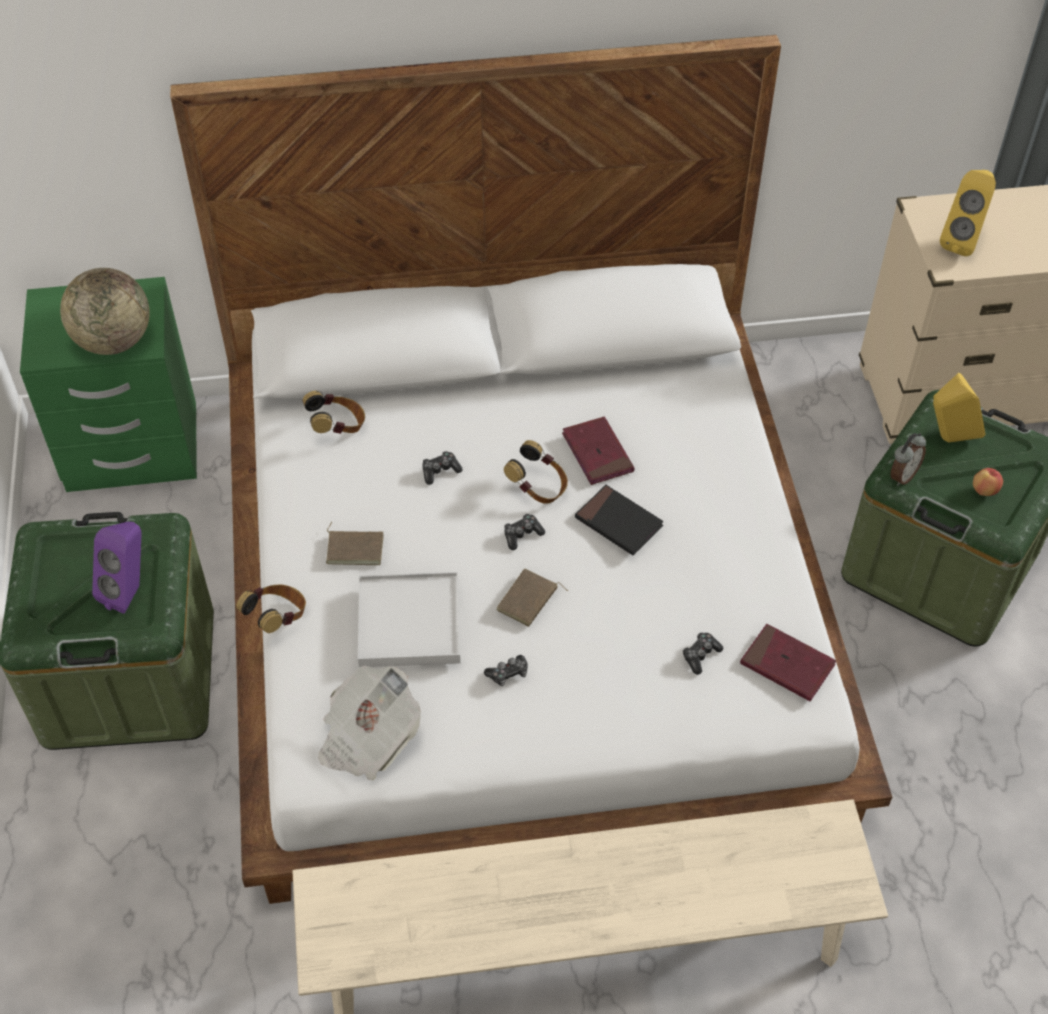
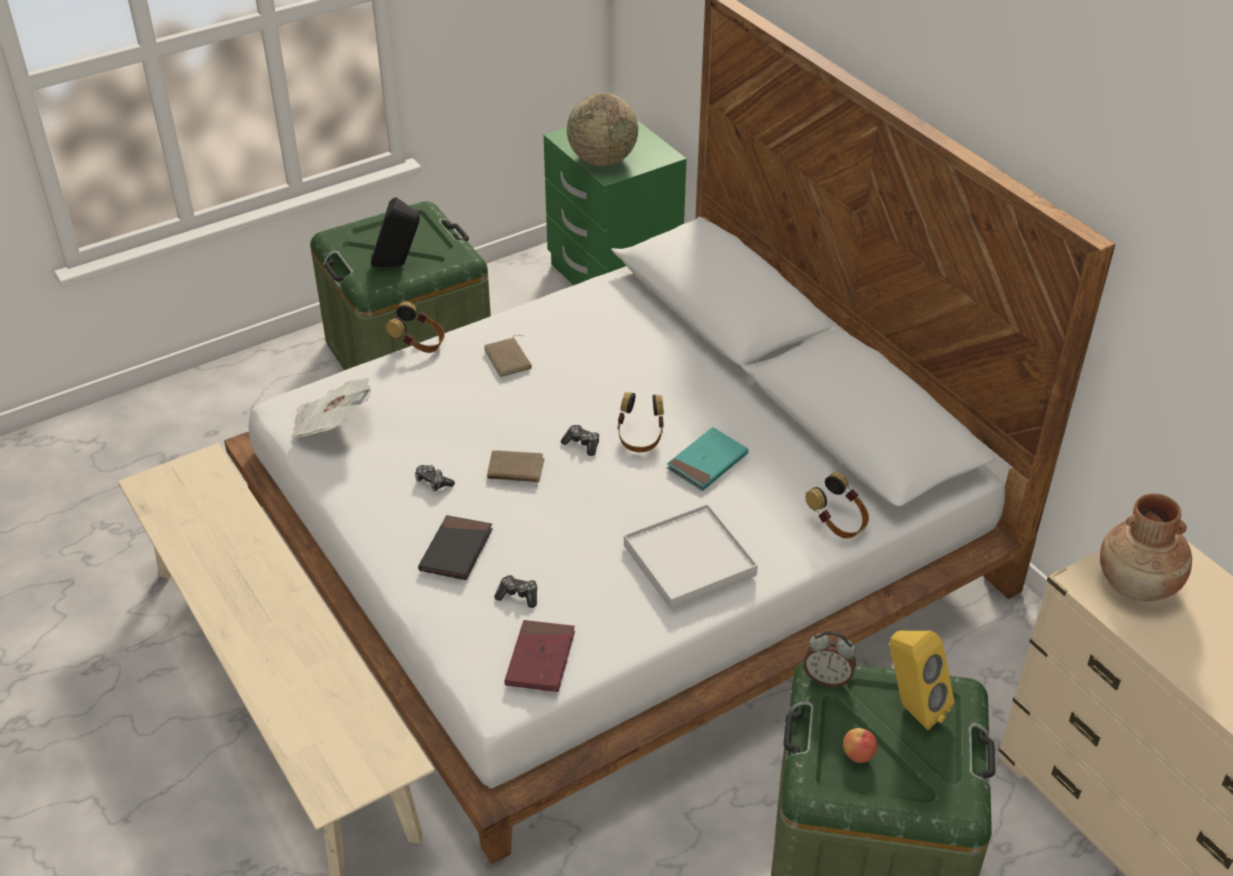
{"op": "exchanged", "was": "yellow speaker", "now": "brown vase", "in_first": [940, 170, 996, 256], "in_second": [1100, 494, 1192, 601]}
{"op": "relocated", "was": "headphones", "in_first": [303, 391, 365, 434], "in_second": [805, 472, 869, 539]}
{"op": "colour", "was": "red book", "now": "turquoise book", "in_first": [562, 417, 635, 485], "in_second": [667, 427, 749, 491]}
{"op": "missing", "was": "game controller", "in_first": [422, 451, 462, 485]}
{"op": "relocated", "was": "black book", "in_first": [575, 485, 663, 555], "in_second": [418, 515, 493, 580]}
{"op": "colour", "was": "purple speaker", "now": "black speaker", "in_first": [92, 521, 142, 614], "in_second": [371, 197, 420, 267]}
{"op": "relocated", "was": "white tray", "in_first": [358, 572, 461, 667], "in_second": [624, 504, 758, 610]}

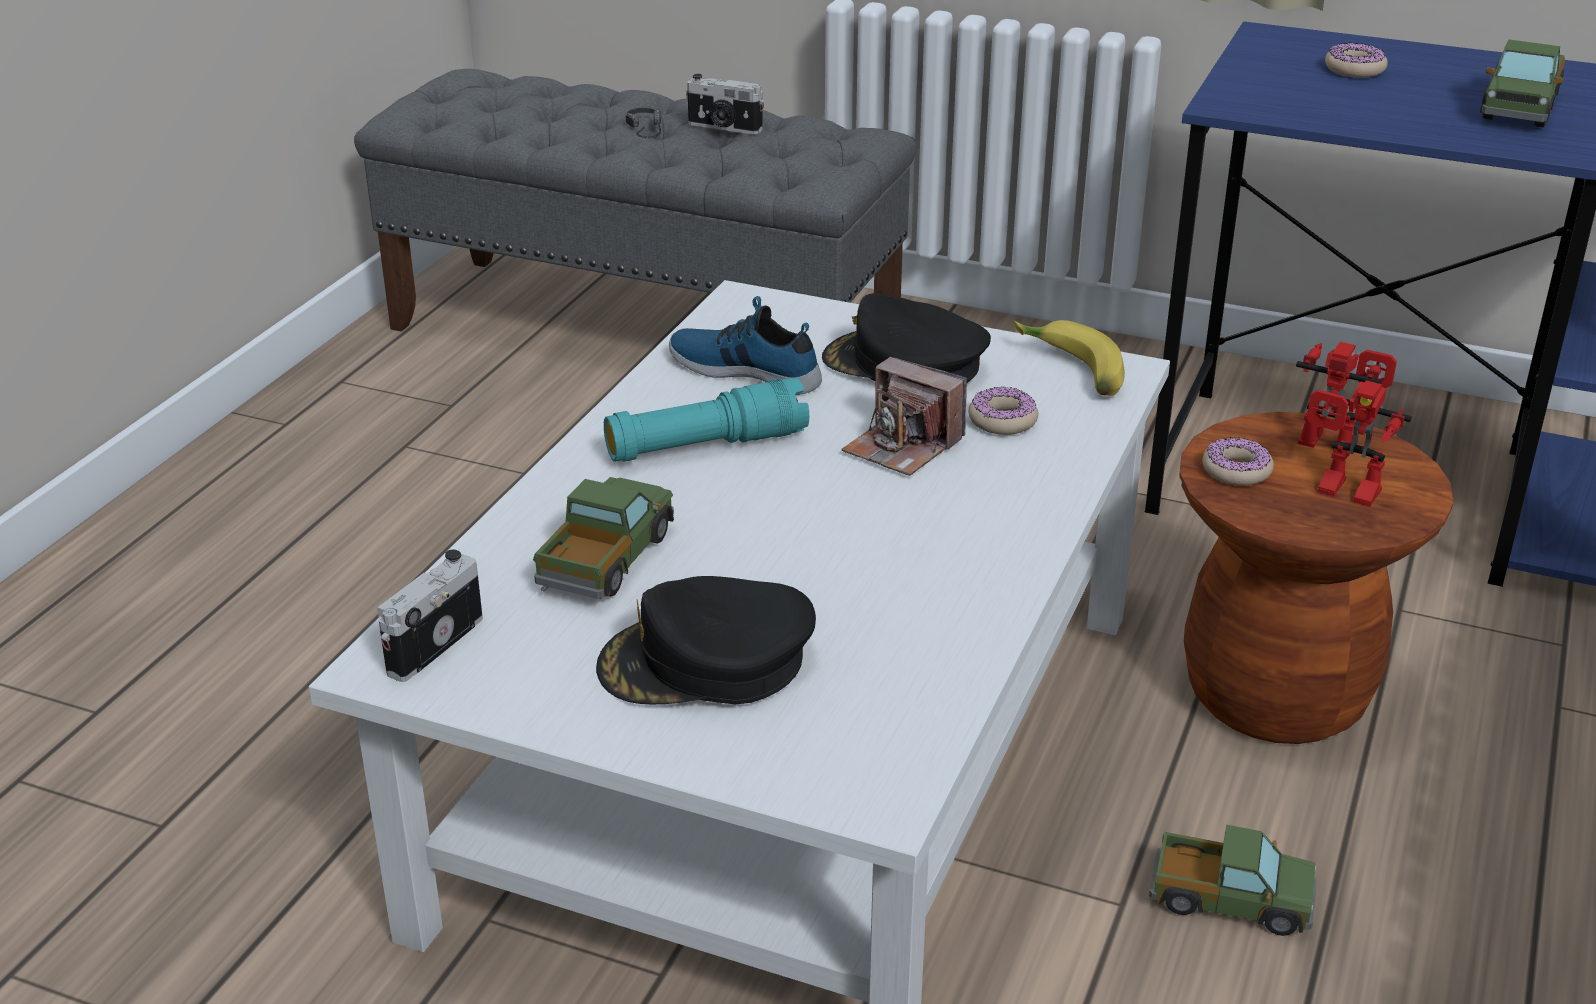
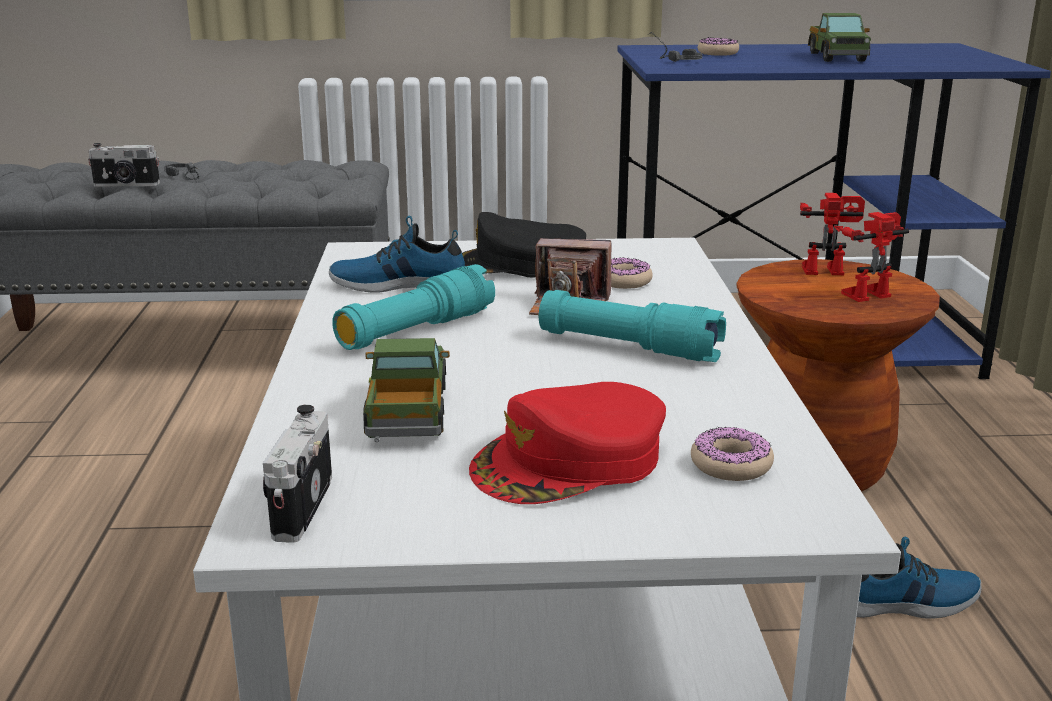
{"op": "relocated", "was": "photo camera", "in_first": [686, 74, 764, 135], "in_second": [88, 143, 160, 187]}
{"op": "missing", "was": "banana", "in_first": [1014, 320, 1125, 396]}
{"op": "spun", "was": "toy robot", "in_first": [1307, 380, 1412, 507], "in_second": [834, 212, 909, 302], "clockwise": 150}
{"op": "relocated", "was": "donut", "in_first": [1203, 437, 1274, 486], "in_second": [691, 427, 774, 481]}
{"op": "colour", "was": "black cap", "now": "red cap", "in_first": [596, 576, 816, 705], "in_second": [469, 382, 666, 504]}
{"op": "exchanged", "was": "toy truck", "now": "shoe", "in_first": [1149, 825, 1317, 936], "in_second": [857, 537, 981, 619]}
{"op": "appeared", "now": "headphones", "in_second": [648, 32, 702, 62]}
{"op": "appeared", "now": "turquoise flashlight", "in_second": [539, 290, 726, 362]}

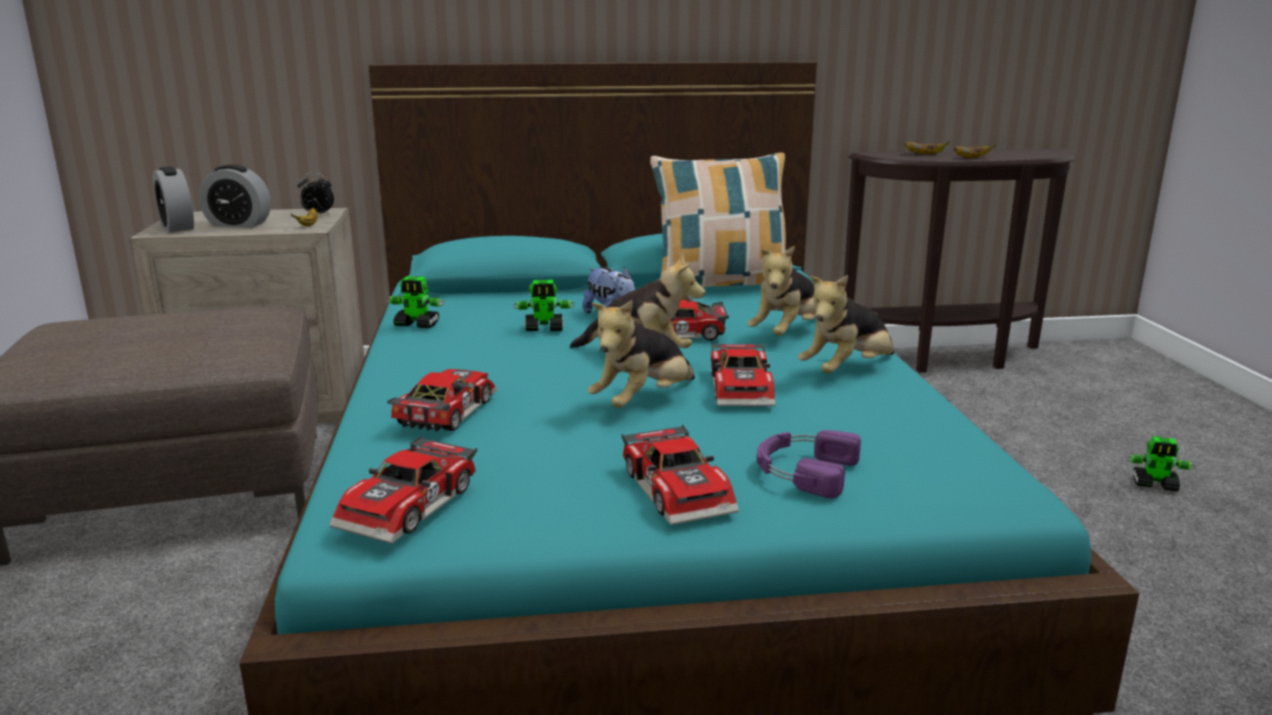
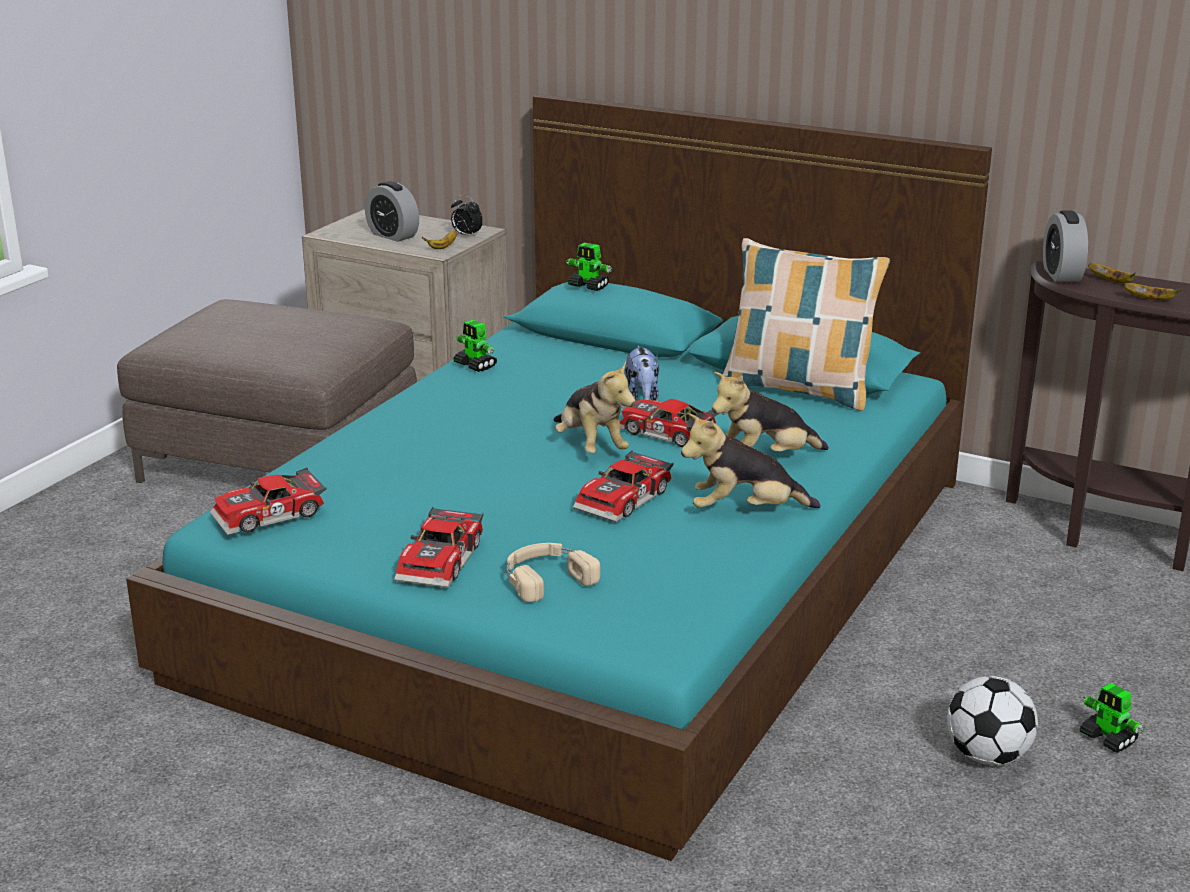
{"op": "relocated", "was": "alarm clock", "in_first": [153, 166, 194, 232], "in_second": [1043, 211, 1088, 282]}
{"op": "relocated", "was": "toy robot", "in_first": [513, 280, 575, 331], "in_second": [566, 243, 612, 291]}
{"op": "missing", "was": "plush toy", "in_first": [588, 300, 695, 408]}
{"op": "missing", "was": "toy car", "in_first": [387, 369, 497, 432]}
{"op": "colour", "was": "purple headphones", "now": "beige headphones", "in_first": [757, 430, 861, 498], "in_second": [506, 543, 600, 602]}
{"op": "appeared", "now": "football", "in_second": [947, 676, 1038, 765]}

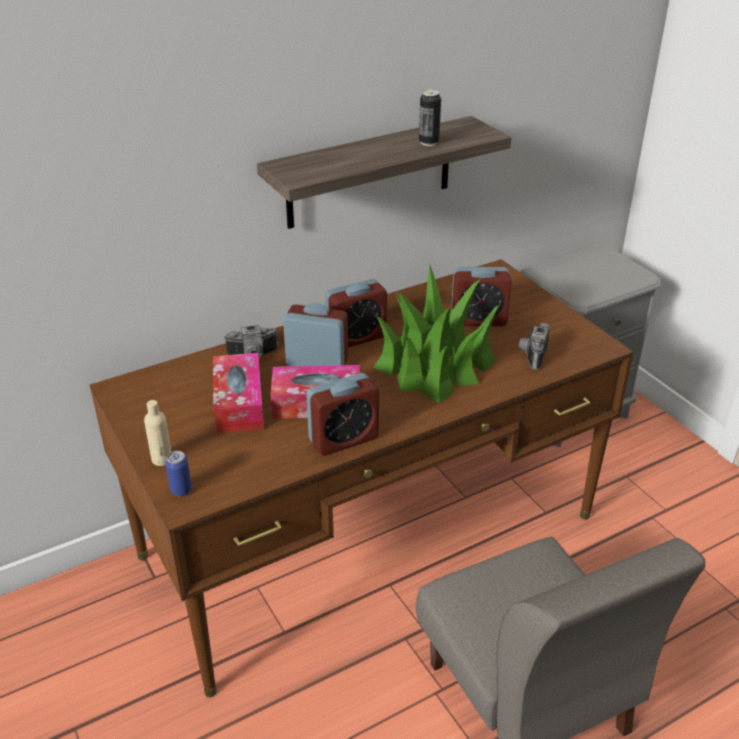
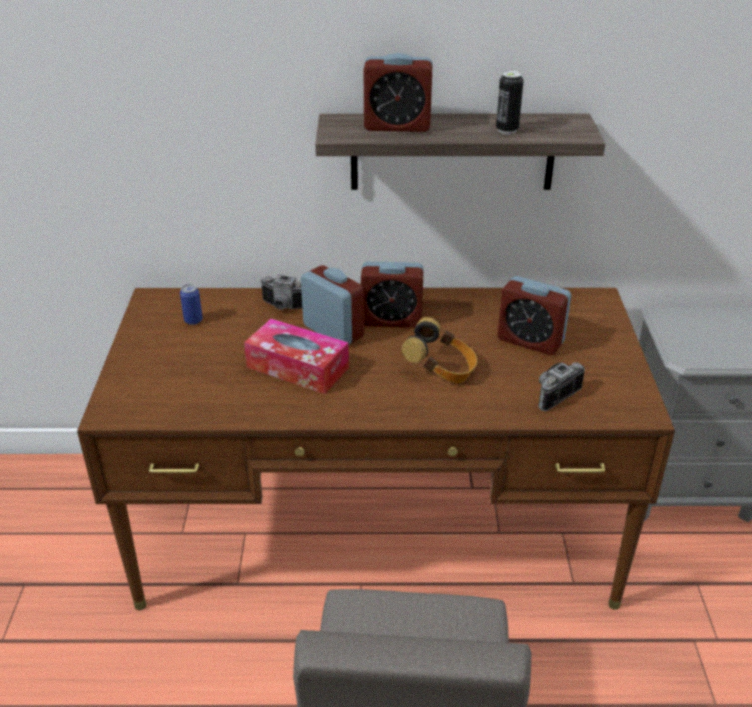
{"op": "exchanged", "was": "potted plant", "now": "headphones", "in_first": [374, 263, 500, 403], "in_second": [401, 317, 477, 383]}
{"op": "missing", "was": "tissue box", "in_first": [213, 353, 264, 433]}
{"op": "relocated", "was": "alarm clock", "in_first": [306, 373, 379, 456], "in_second": [363, 53, 432, 132]}
{"op": "missing", "was": "beige bottle", "in_first": [144, 400, 172, 466]}
{"op": "relocated", "was": "can", "in_first": [165, 451, 192, 496], "in_second": [180, 284, 203, 325]}

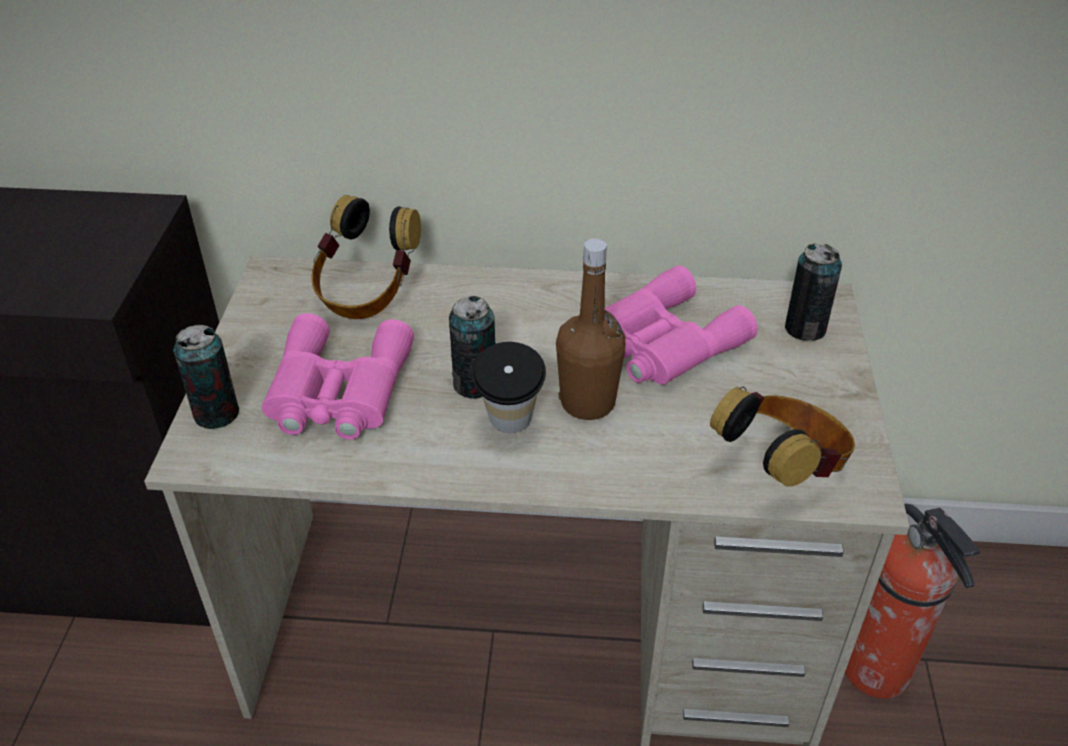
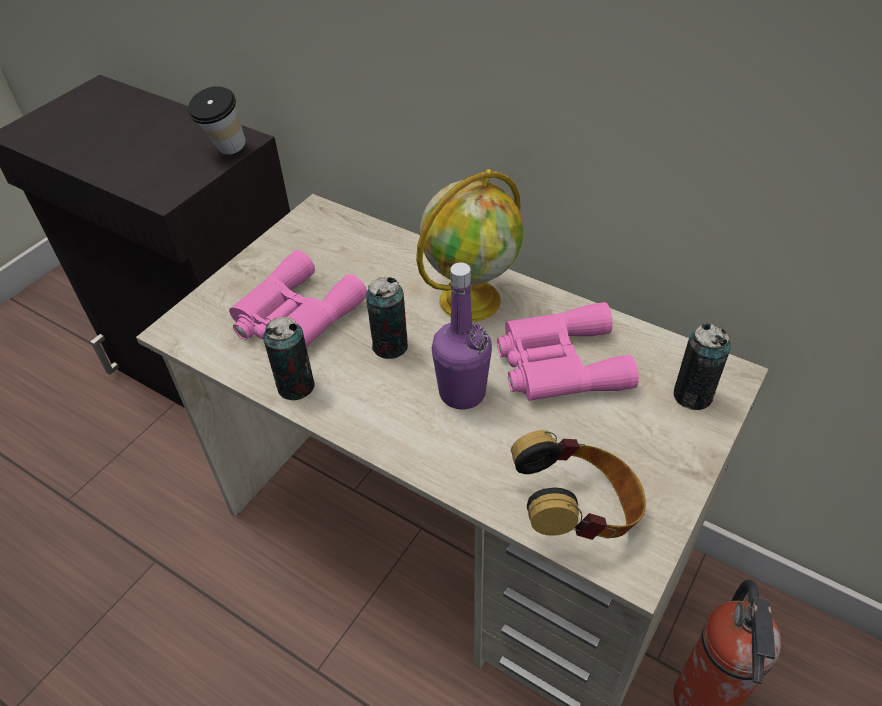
{"op": "missing", "was": "headphones", "in_first": [311, 195, 421, 319]}
{"op": "colour", "was": "brown bottle", "now": "purple bottle", "in_first": [556, 238, 626, 420], "in_second": [432, 262, 492, 409]}
{"op": "relocated", "was": "can", "in_first": [173, 325, 239, 429], "in_second": [263, 317, 315, 401]}
{"op": "relocated", "was": "cup", "in_first": [471, 342, 546, 433], "in_second": [188, 86, 246, 155]}
{"op": "appeared", "now": "globe", "in_second": [416, 169, 524, 322]}

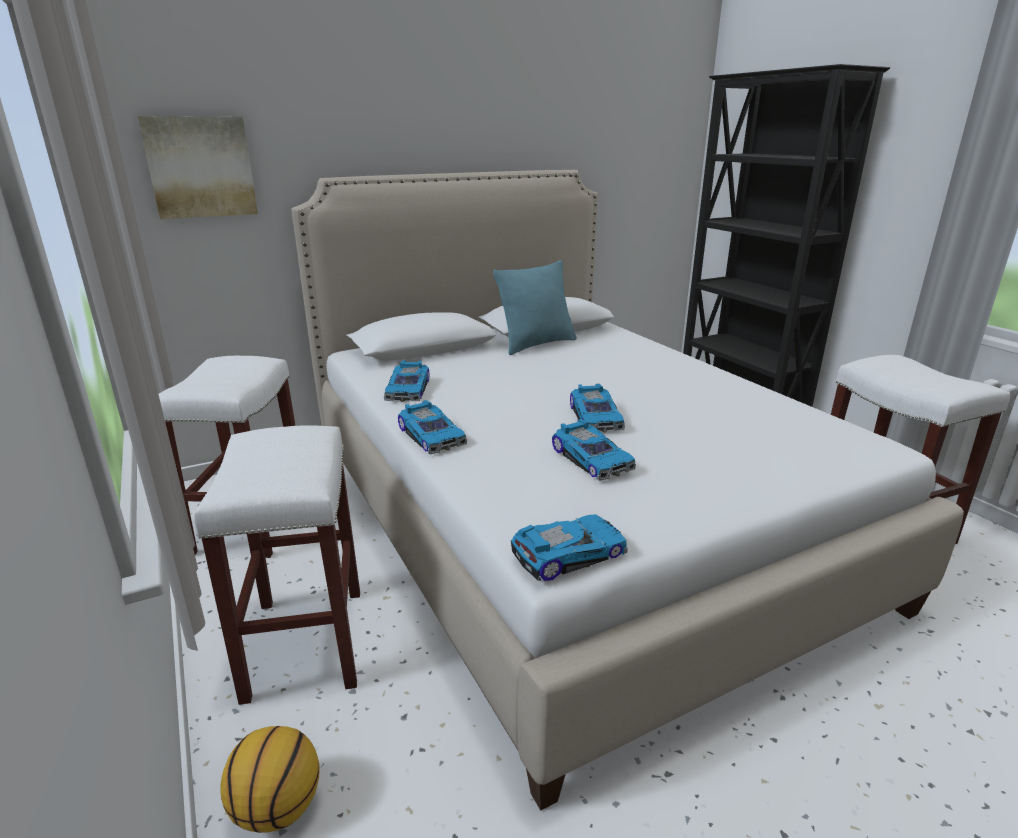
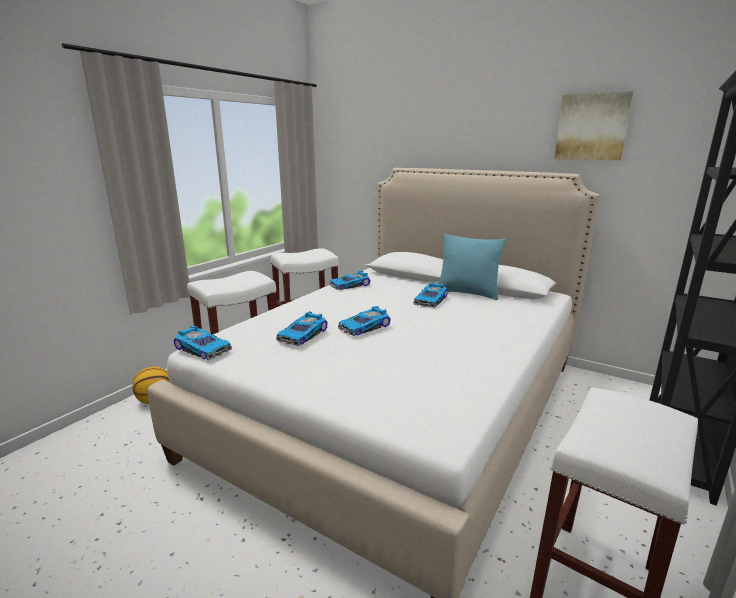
{"op": "relocated", "was": "picture", "in_first": [138, 116, 258, 219], "in_second": [554, 91, 633, 160]}
{"op": "relocated", "was": "toy car", "in_first": [398, 400, 467, 454], "in_second": [413, 282, 448, 308]}

